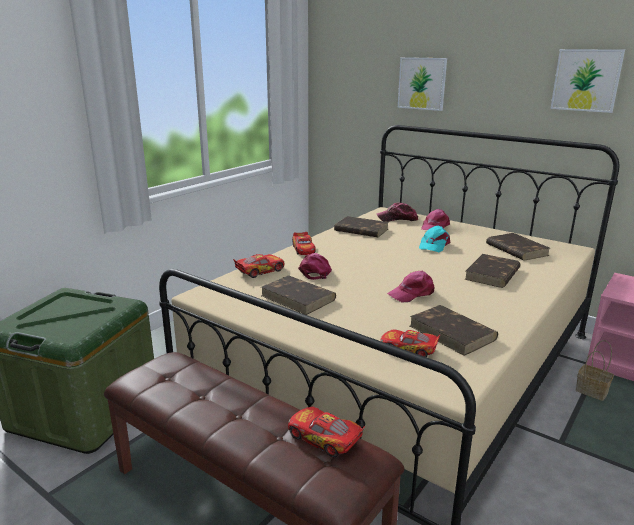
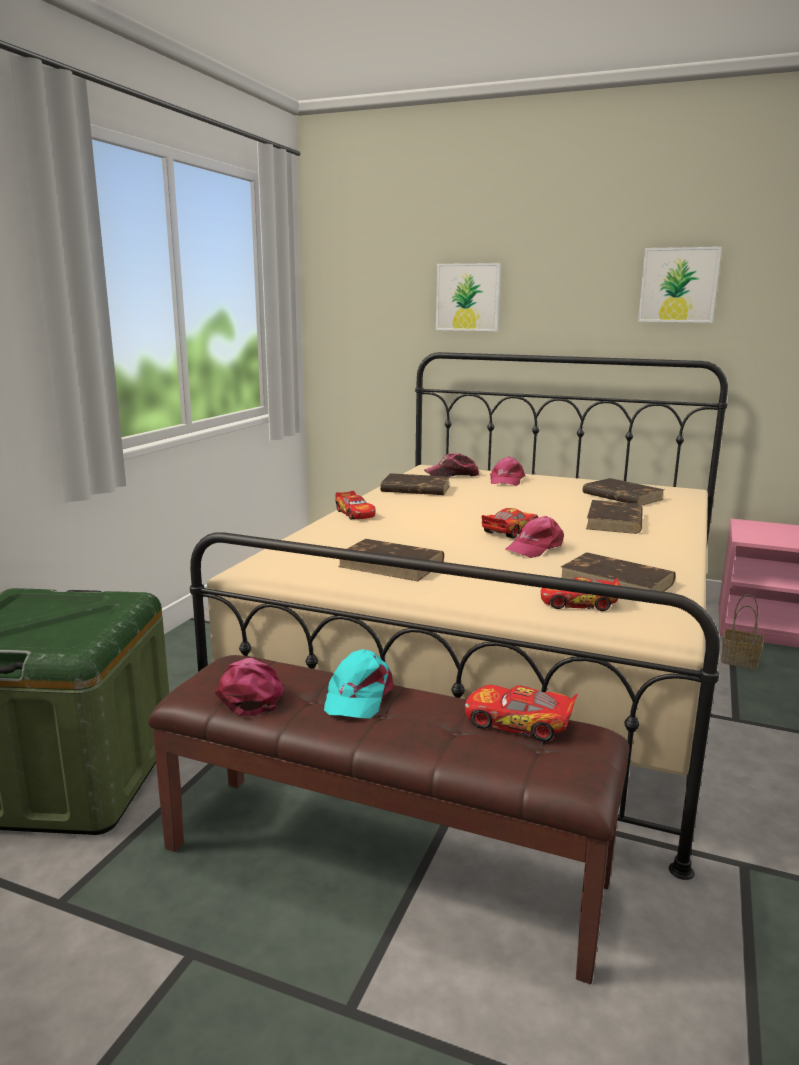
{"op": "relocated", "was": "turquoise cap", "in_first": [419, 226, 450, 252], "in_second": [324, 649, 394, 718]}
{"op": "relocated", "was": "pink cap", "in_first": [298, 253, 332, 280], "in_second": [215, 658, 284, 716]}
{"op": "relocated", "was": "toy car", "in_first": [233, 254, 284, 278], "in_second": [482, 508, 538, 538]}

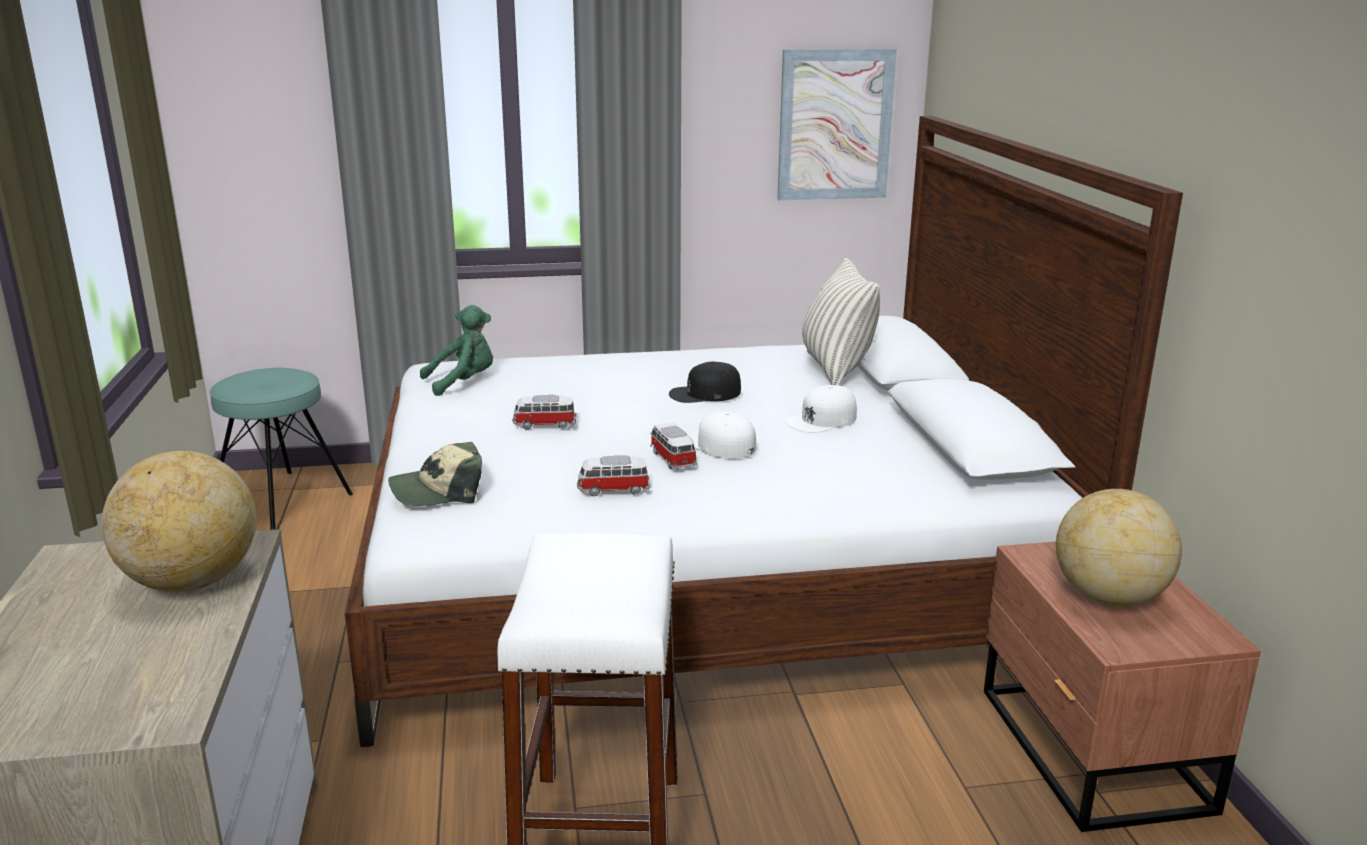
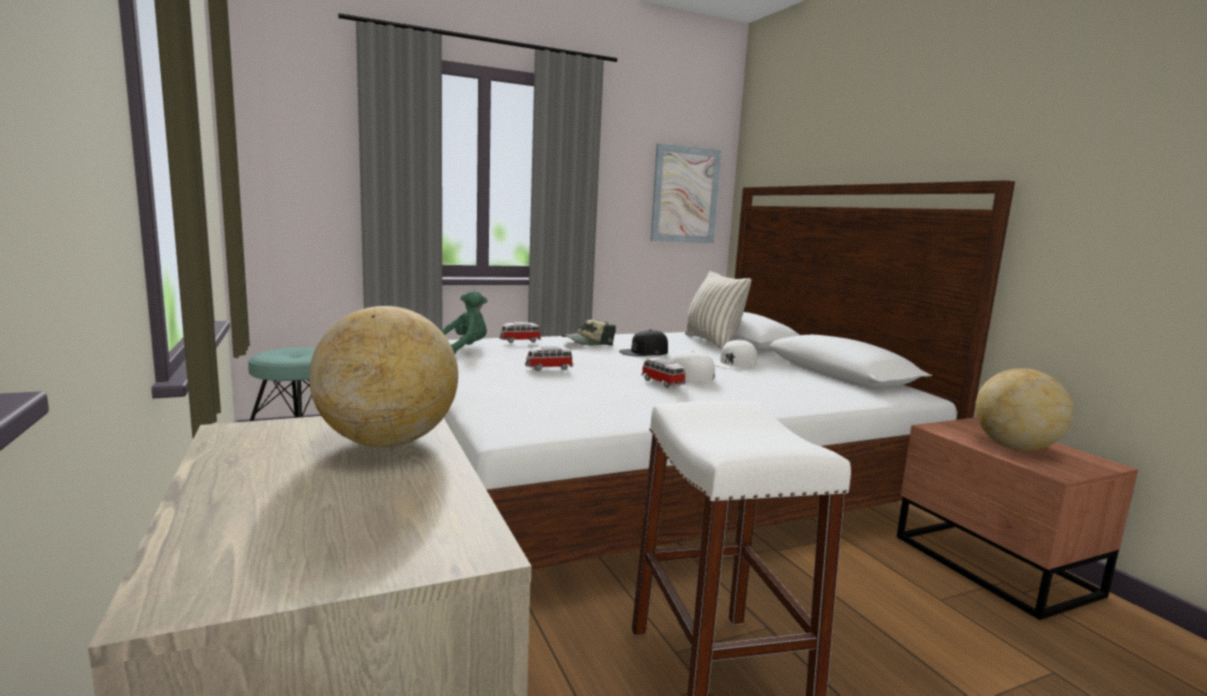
{"op": "relocated", "was": "cap", "in_first": [388, 442, 482, 506], "in_second": [561, 320, 616, 346]}
{"op": "relocated", "was": "toy car", "in_first": [577, 455, 650, 496], "in_second": [499, 322, 541, 343]}

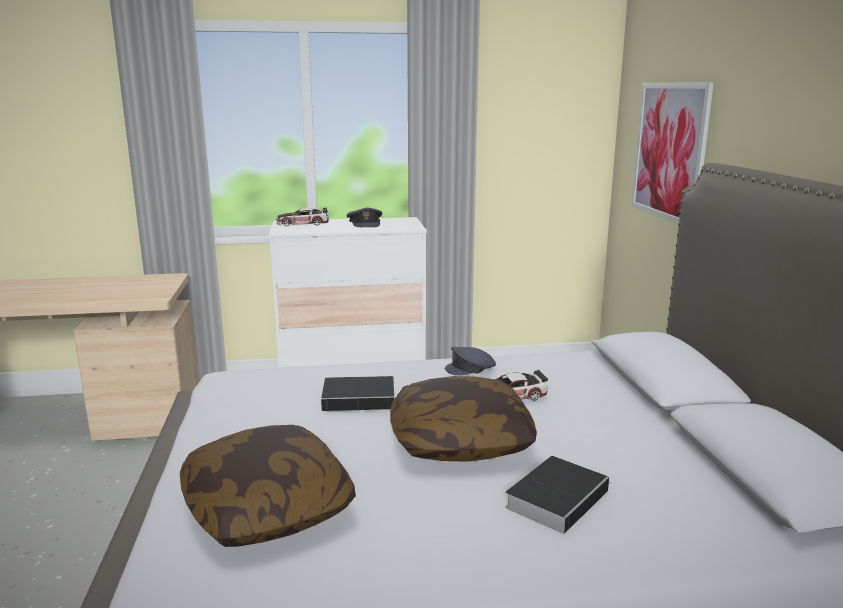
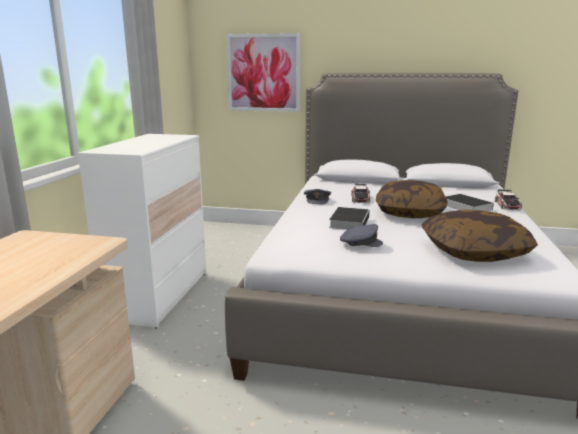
{"op": "relocated", "was": "toy car", "in_first": [276, 208, 329, 226], "in_second": [495, 189, 522, 210]}
{"op": "relocated", "was": "grey cap", "in_first": [347, 208, 382, 227], "in_second": [340, 224, 383, 247]}

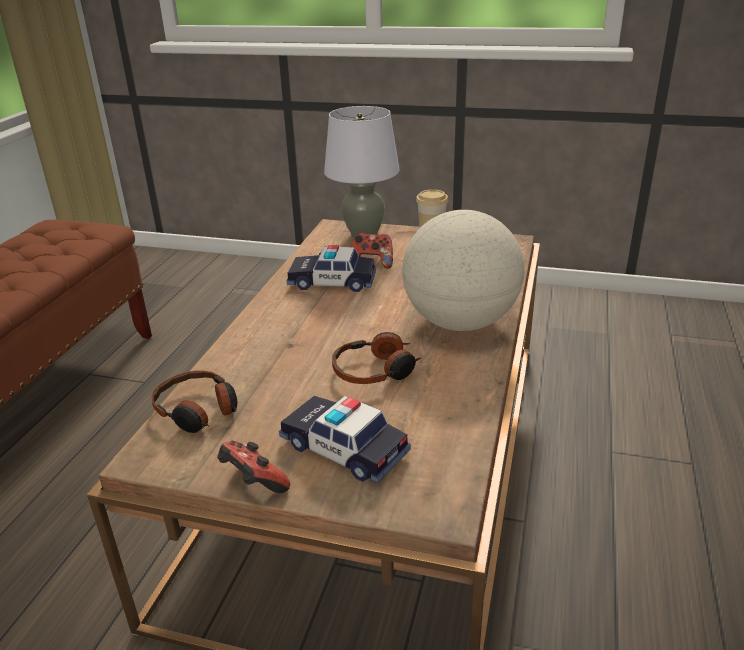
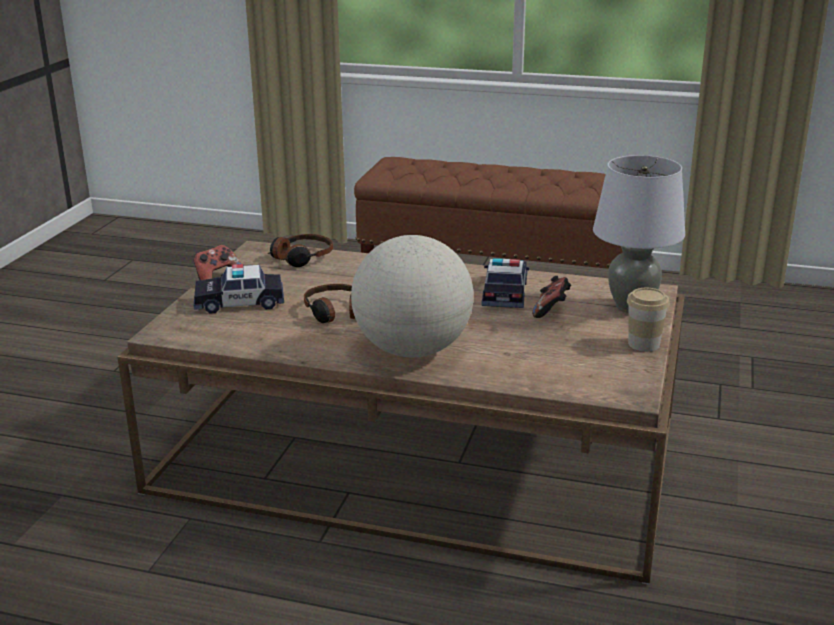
{"op": "spun", "was": "toy car", "in_first": [279, 396, 411, 483], "in_second": [194, 264, 284, 314], "clockwise": -135}

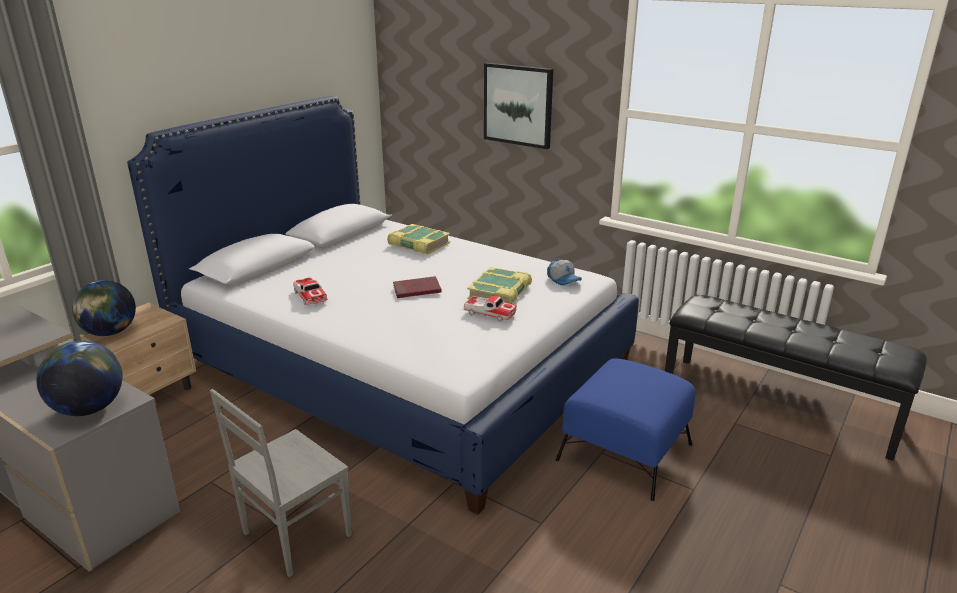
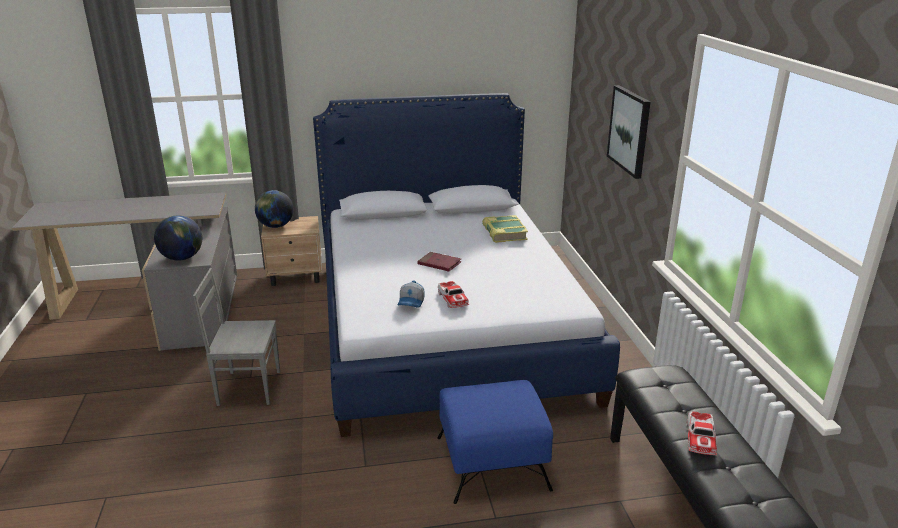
{"op": "relocated", "was": "cap", "in_first": [547, 259, 582, 285], "in_second": [397, 281, 425, 308]}
{"op": "missing", "was": "book", "in_first": [467, 267, 532, 304]}
{"op": "relocated", "was": "toy car", "in_first": [293, 277, 328, 305], "in_second": [686, 411, 717, 455]}

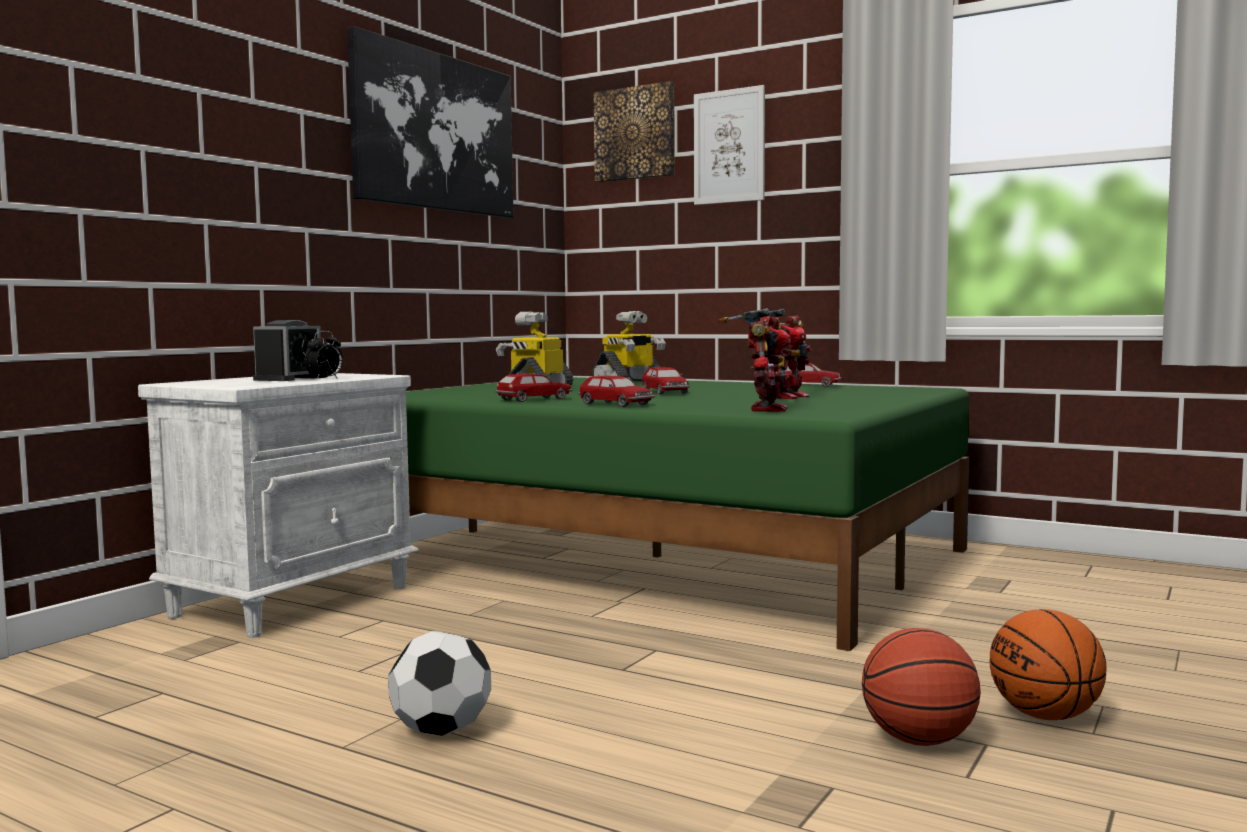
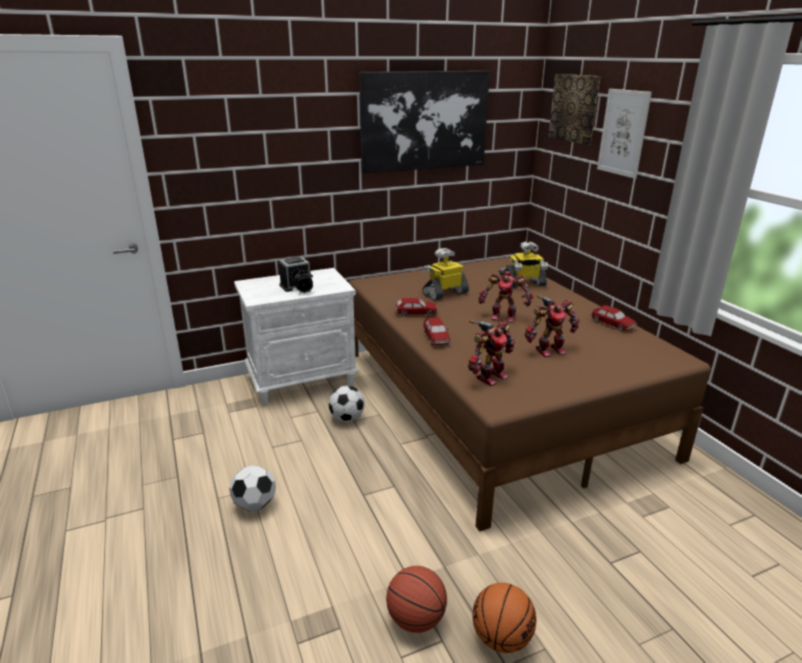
{"op": "exchanged", "was": "toy car", "now": "toy robot", "in_first": [641, 367, 690, 394], "in_second": [479, 267, 534, 322]}
{"op": "colour", "was": "green bed", "now": "brown bed", "in_first": [406, 377, 969, 651], "in_second": [349, 257, 711, 532]}
{"op": "appeared", "now": "football", "in_second": [329, 386, 365, 422]}

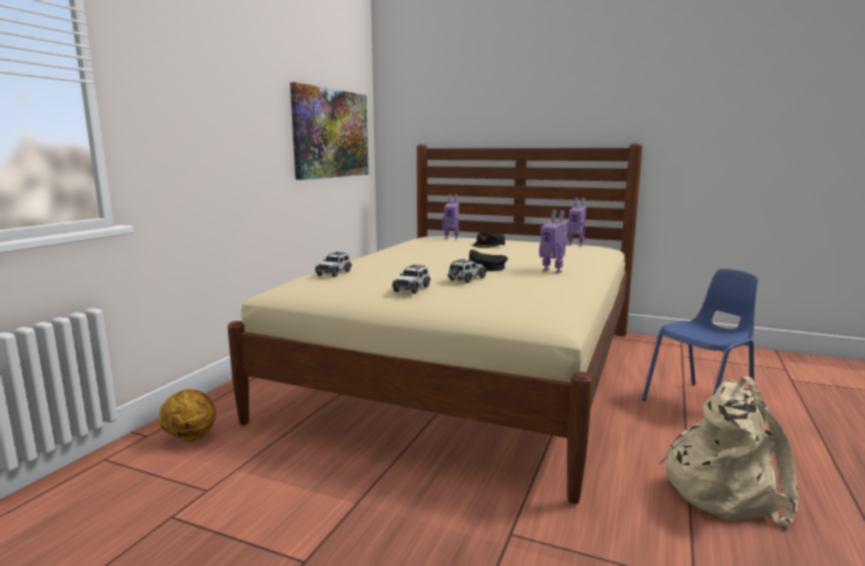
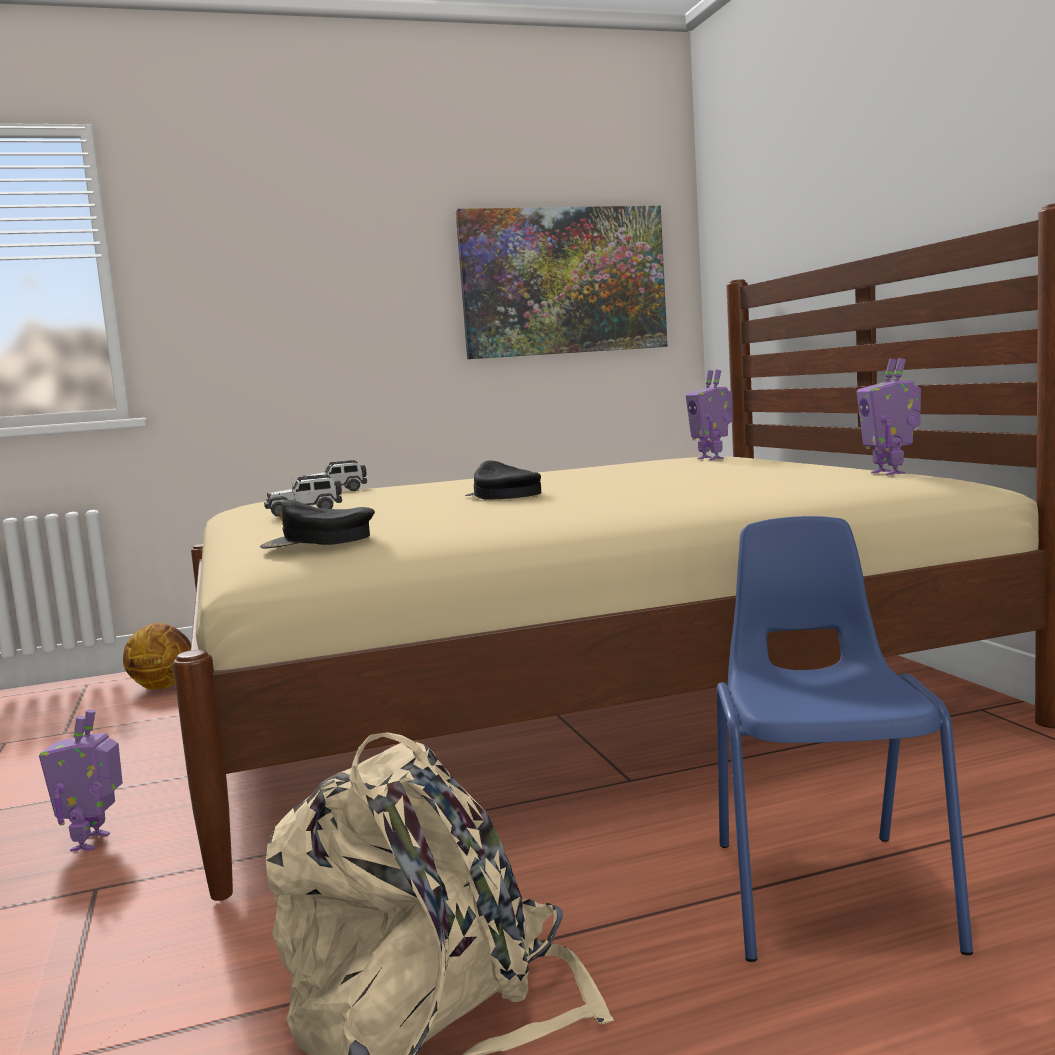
{"op": "relocated", "was": "toy robot", "in_first": [539, 209, 568, 273], "in_second": [39, 709, 123, 852]}
{"op": "relocated", "was": "black cap", "in_first": [473, 231, 505, 248], "in_second": [260, 500, 375, 549]}
{"op": "missing", "was": "toy car", "in_first": [447, 259, 487, 283]}
{"op": "spun", "was": "blue chair", "in_first": [642, 269, 758, 401], "in_second": [717, 516, 973, 962], "clockwise": -105}

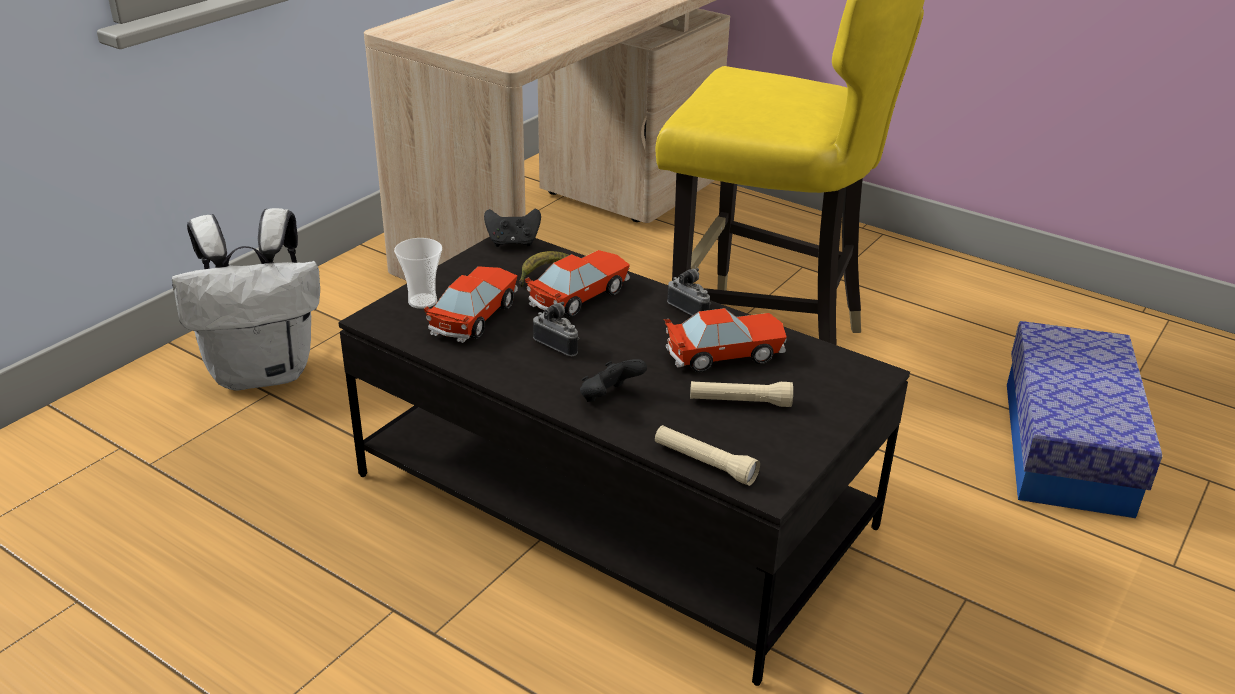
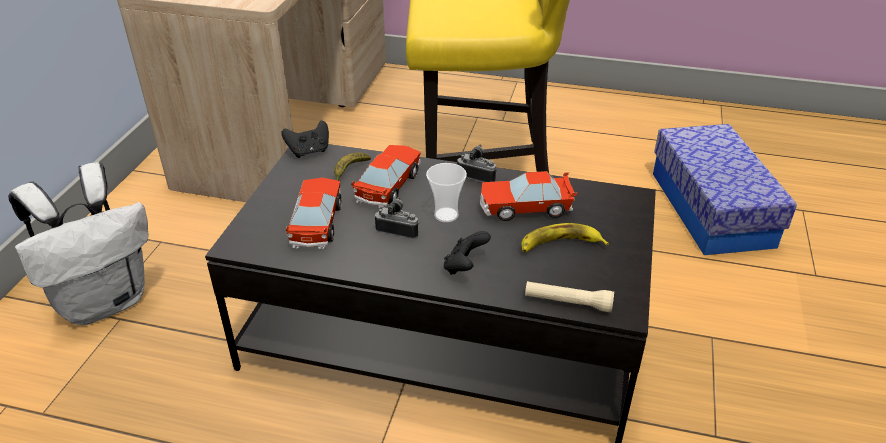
{"op": "relocated", "was": "cup", "in_first": [394, 238, 442, 309], "in_second": [426, 163, 467, 222]}
{"op": "spun", "was": "toy car", "in_first": [664, 308, 787, 372], "in_second": [480, 171, 578, 221], "clockwise": -150}
{"op": "exchanged", "was": "beige flashlight", "now": "banana", "in_first": [690, 381, 793, 407], "in_second": [521, 223, 609, 252]}

